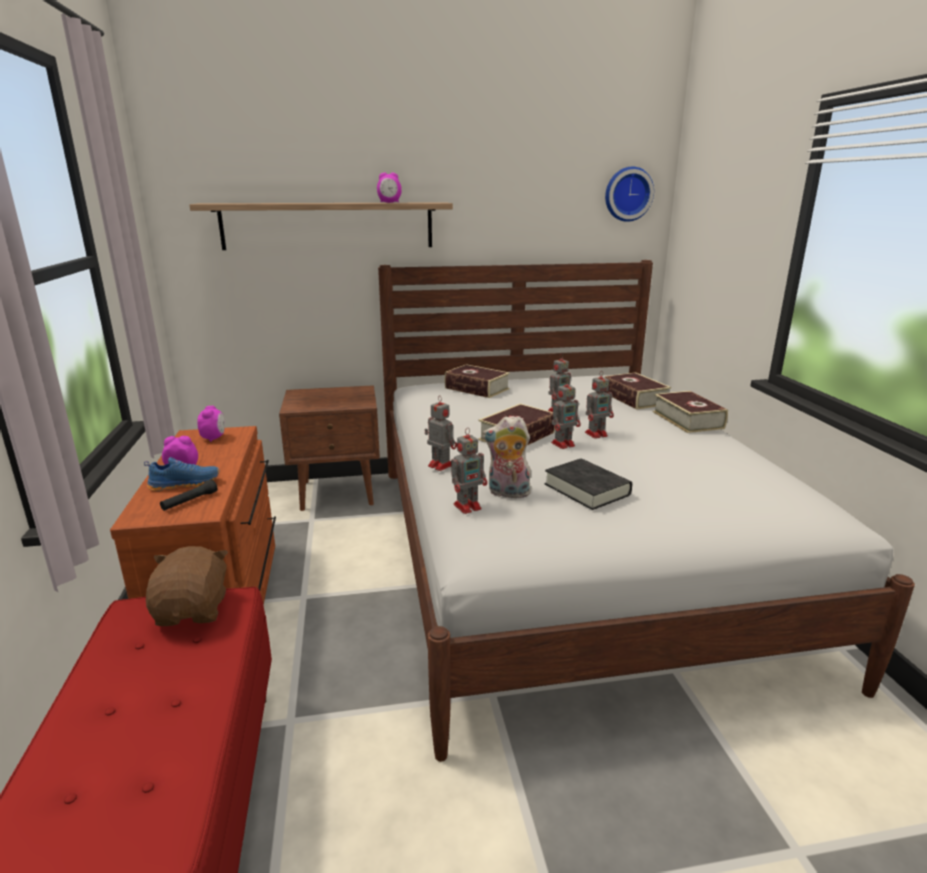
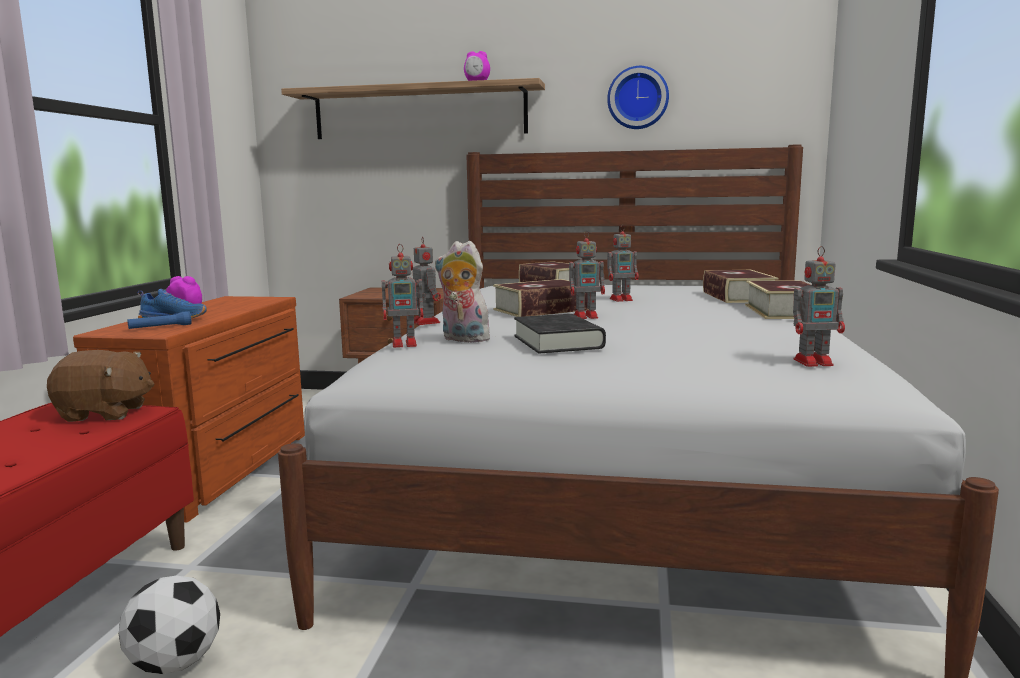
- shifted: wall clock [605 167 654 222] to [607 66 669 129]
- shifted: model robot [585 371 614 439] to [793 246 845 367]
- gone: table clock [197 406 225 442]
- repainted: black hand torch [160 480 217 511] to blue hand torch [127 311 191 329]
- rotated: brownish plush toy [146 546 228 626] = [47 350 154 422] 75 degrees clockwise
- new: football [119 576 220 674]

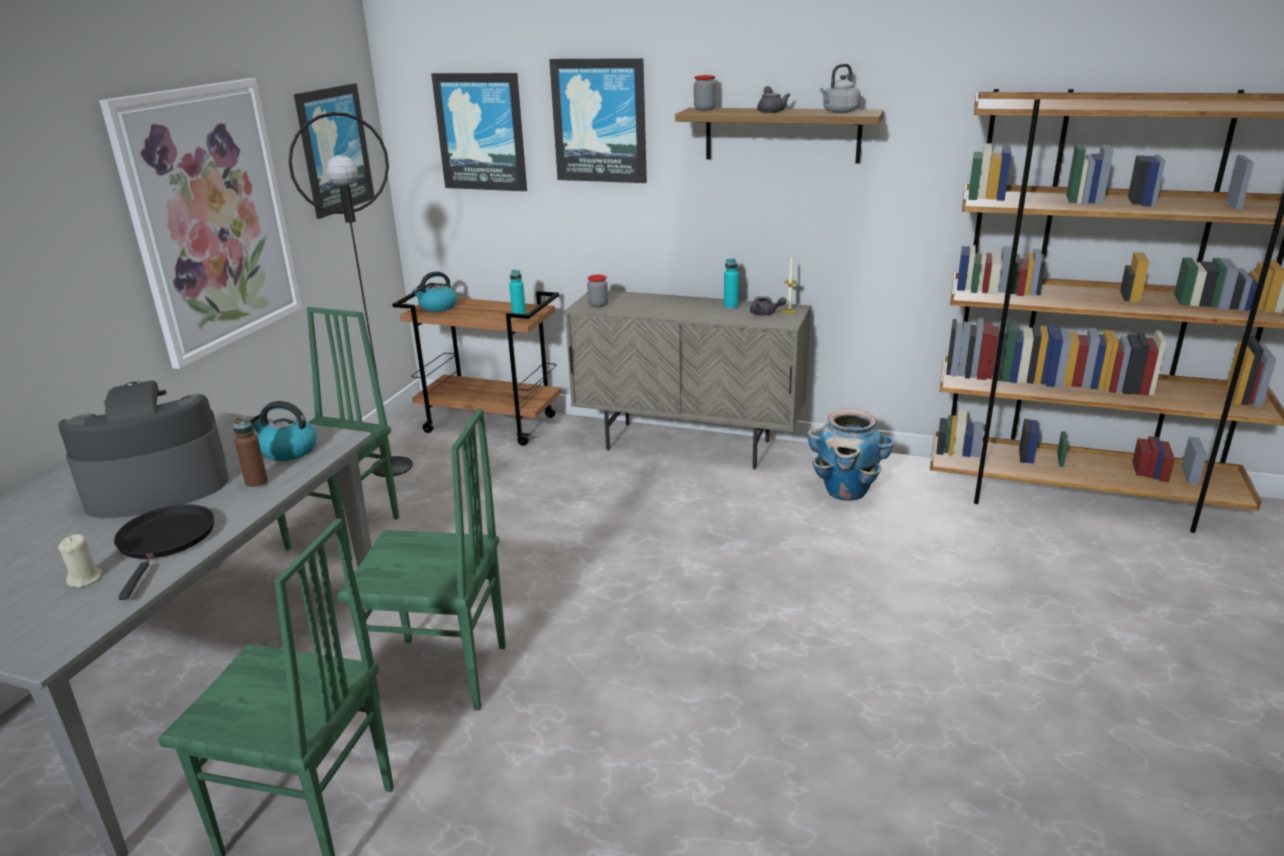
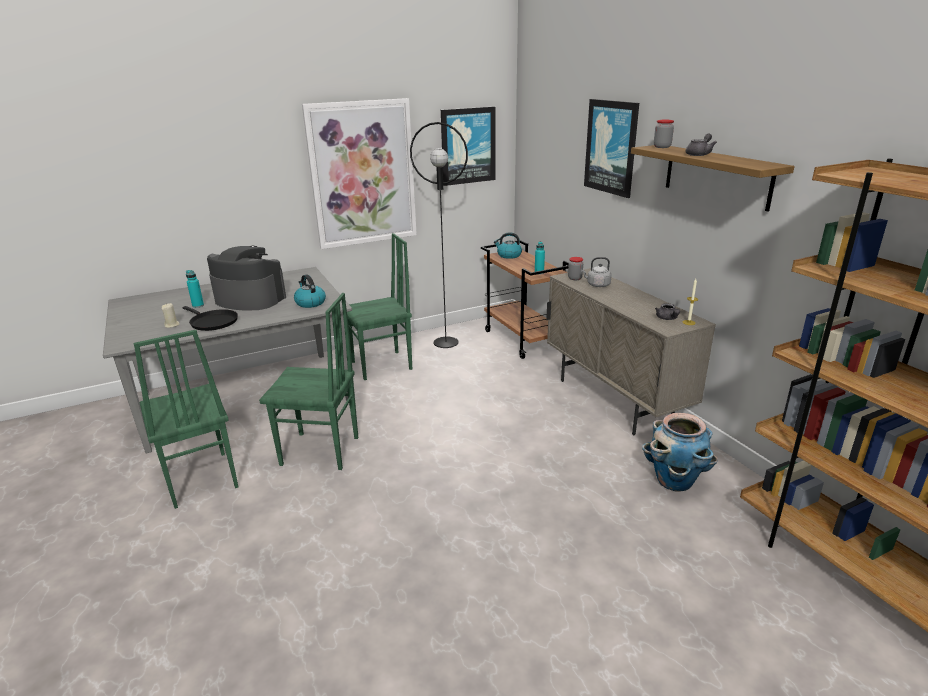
- shifted: grey water kettle [820 64 861 113] to [581 257 612 287]
- gone: picture [431 73 527 191]
- shifted: blue-green beverage bottle [724 258 739 309] to [186 270 204 308]
- rotated: green-coloured chair [337 408 506 711] = [259 293 358 470] 45 degrees counterclockwise
- gone: brownish beverage bottle [233 417 268 489]
- rotated: black skillet [114 504 214 600] = [182 306 238 331] 90 degrees clockwise

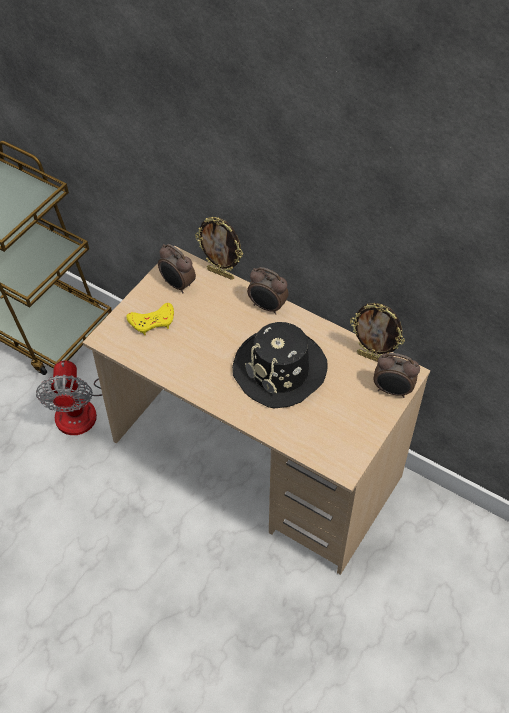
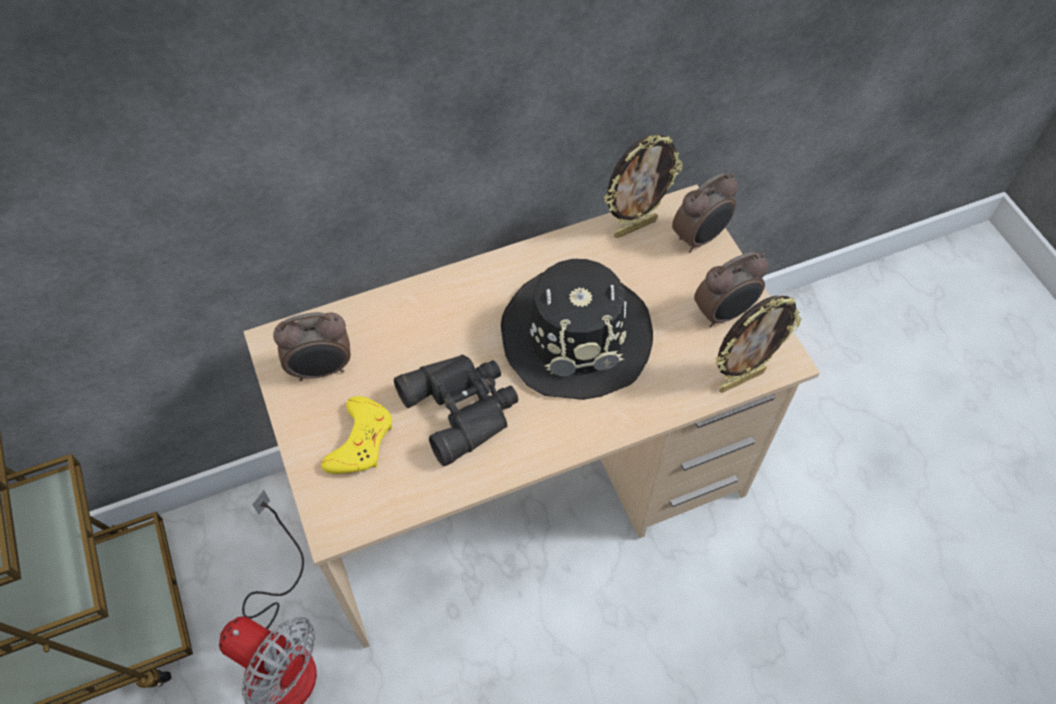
- shifted: photo frame [195 217 243 280] to [715 295 802 393]
- shifted: table clock [247 267 289 315] to [694 252 768 328]
- new: black field glasses [394 355 518 466]

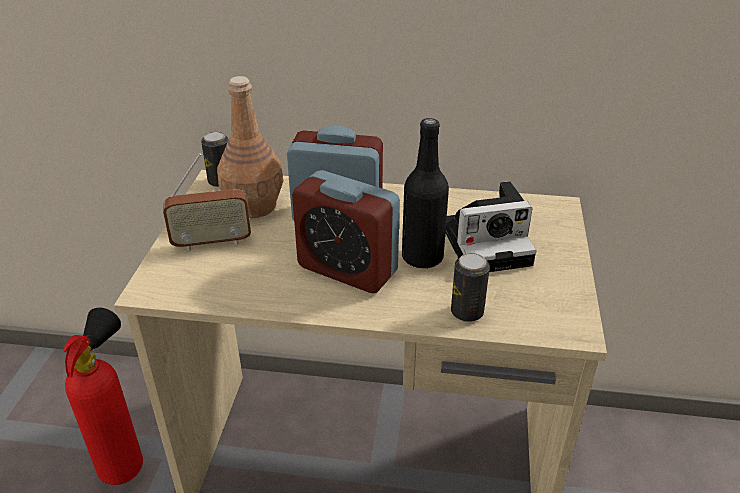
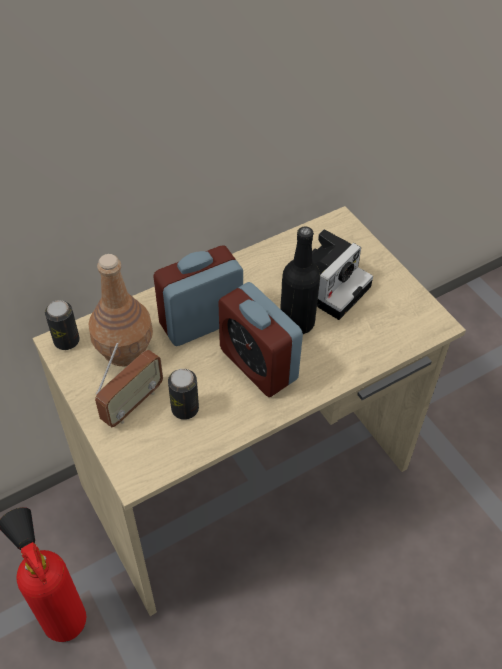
- rotated: table clock [292 170 400 293] = [218 282 303 397] 60 degrees clockwise
- shifted: can [451 253 490 322] to [168 369 199 420]

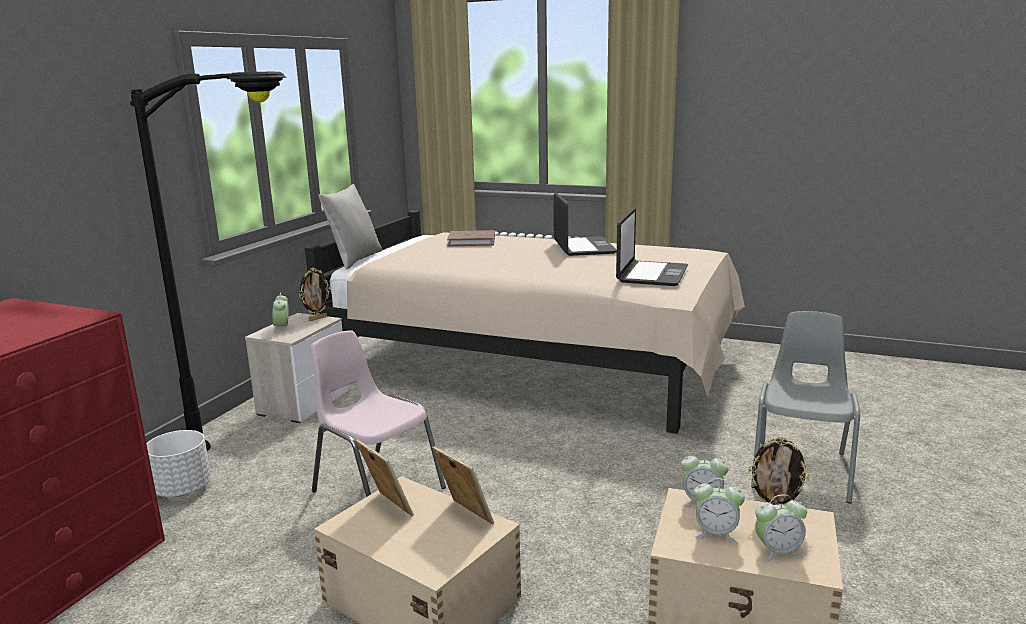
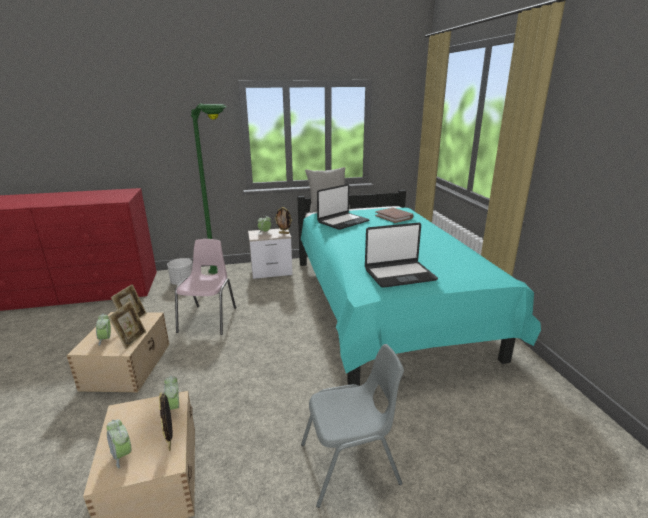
- repainted: black standing lamp [130 72 287 451] to green-coloured standing lamp [191 103 226 274]
- shifted: notebook computer [553 192 617 256] to [317 184 370 230]
- repainted: beige-coloured bed [305 210 745 434] to blue-green bed [297 190 541 386]
- shifted: table clock [693 478 745 543] to [96 314 111 346]

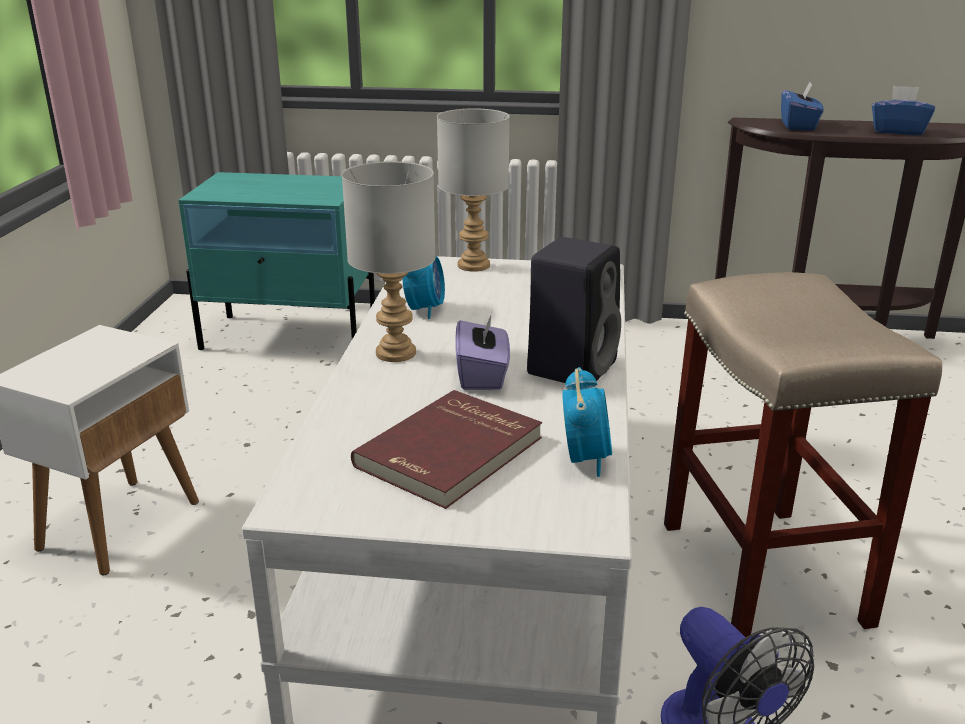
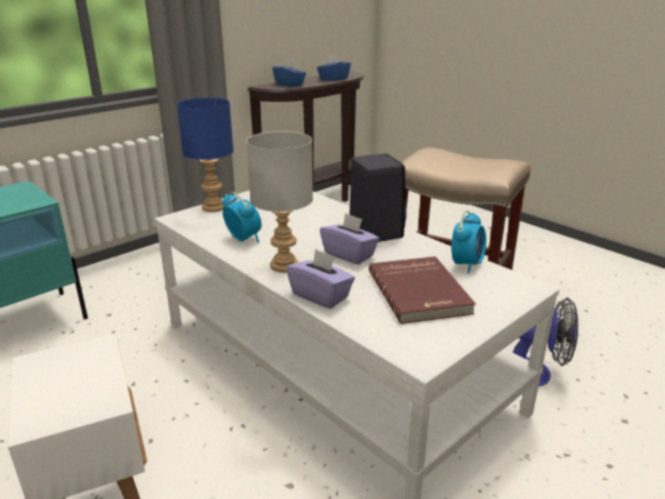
- repainted: grey lamp for a table [437 108 510 271] to blue lamp for a table [177 97 234 212]
- rotated: table clock [562 367 612 477] = [451 211 486 274] 75 degrees clockwise
- new: purple box of tissues [286 249 355 309]

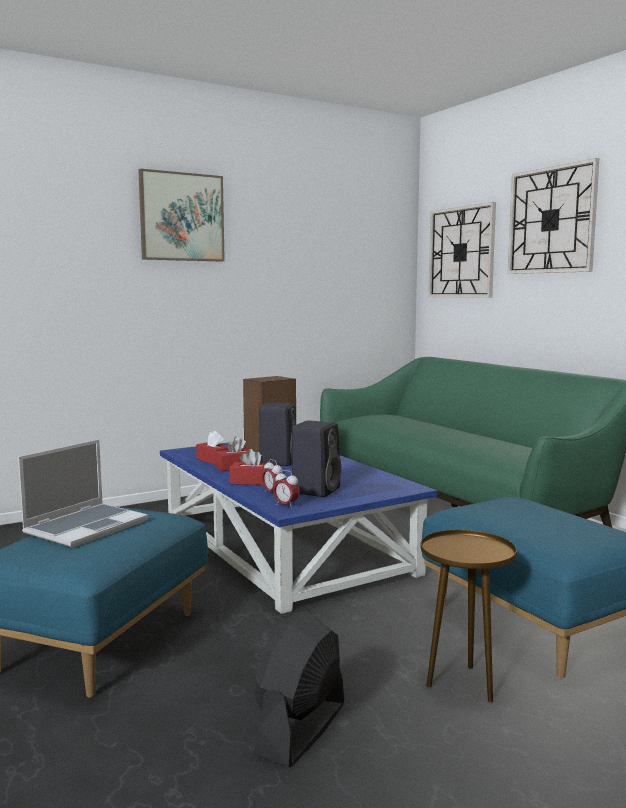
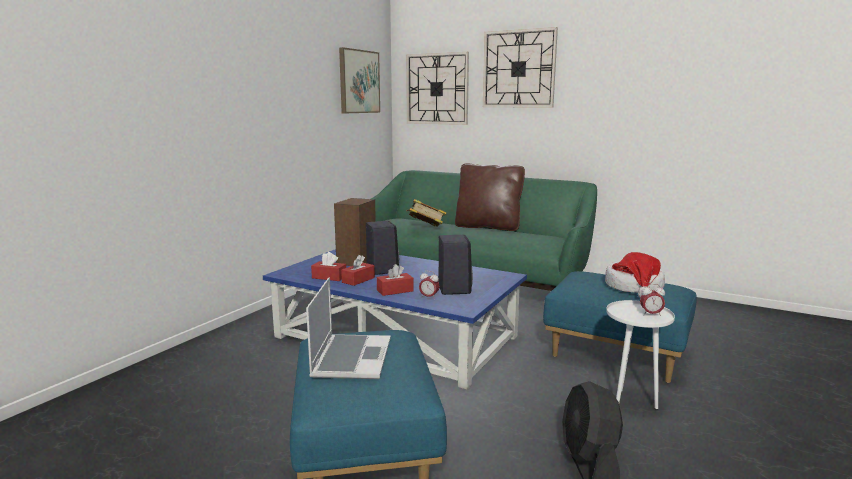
- shifted: picture [138 169 225 261] to [339 47 380 113]
- shifted: table clock [273 470 300 509] to [640 284 665 316]
- repainted: brownish end table [421 530 517 702] to white end table [606 300 675 410]
- new: brownish cushion [455 163 525 231]
- new: volume [406 199 447 227]
- new: hat [605 252 665 298]

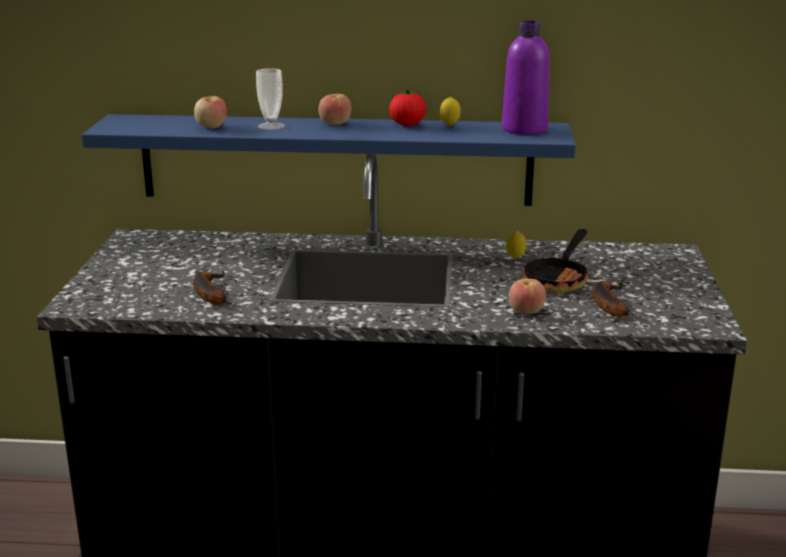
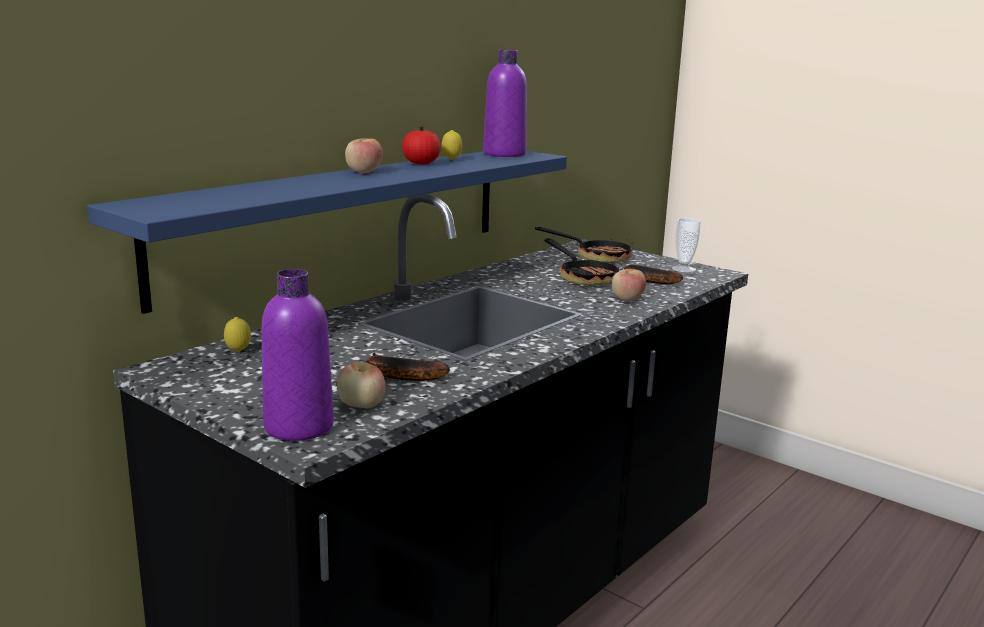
- shifted: cup [256 68 285 130] to [672 218 700 272]
- shifted: apple [194 96 227 129] to [337 361 385 408]
- shifted: lemon [506 231 526 259] to [224 317 251 353]
- new: skillet [535 227 634 263]
- new: purple beverage bottle [261 269 334 441]

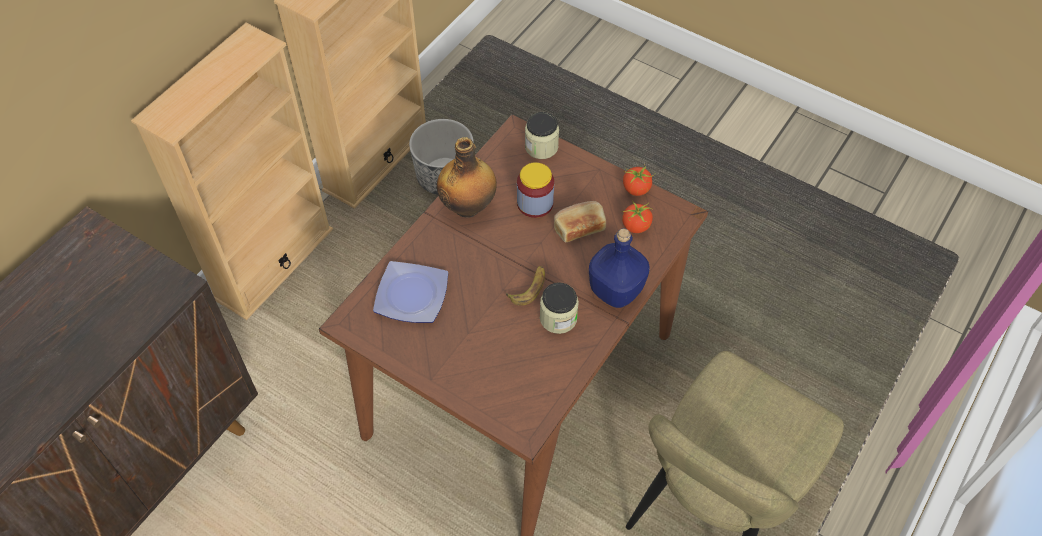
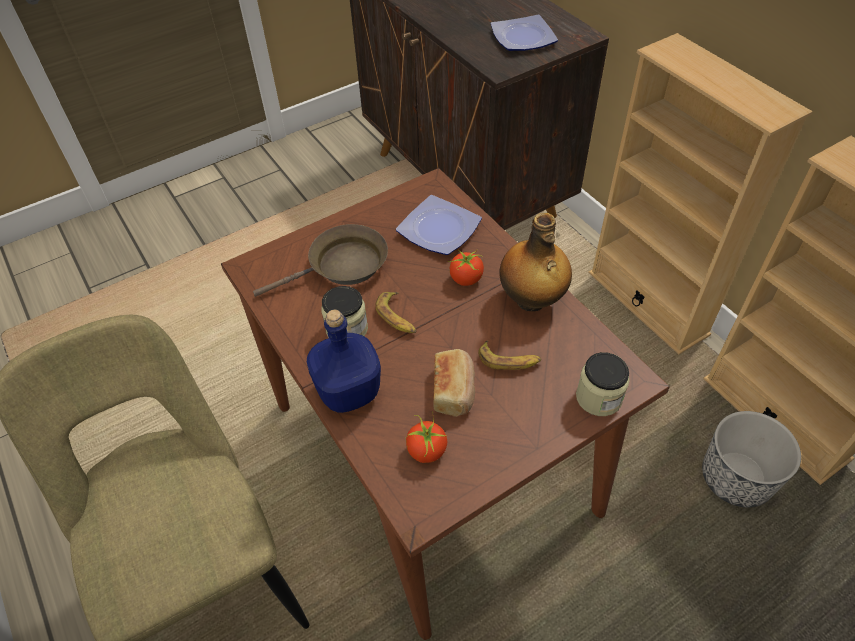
- swapped: storage jar [517 162 554 218] to banana [478 340 542 370]
- shifted: whole tomato [623 164 655 196] to [448 250 484 286]
- new: plate [491 15 558 51]
- new: brownish skillet [253 224 388 297]

